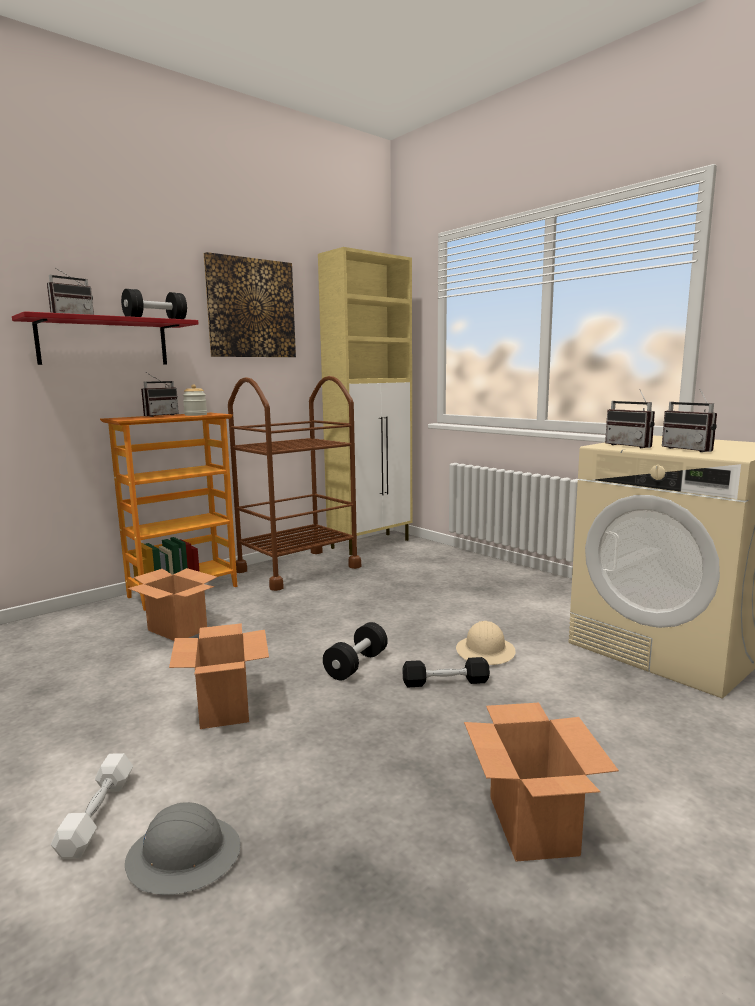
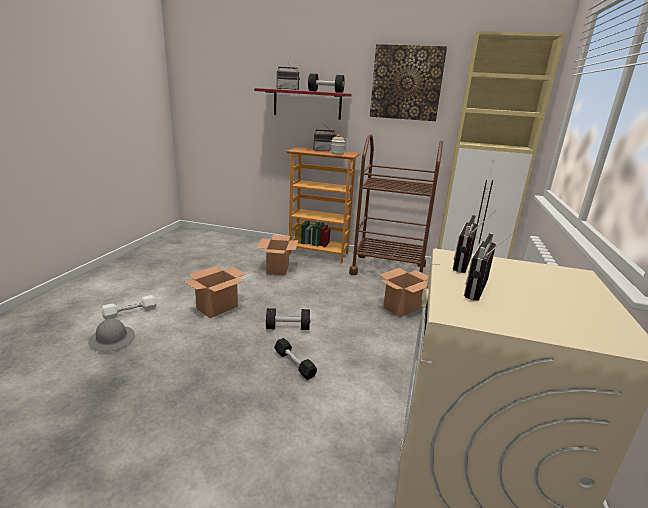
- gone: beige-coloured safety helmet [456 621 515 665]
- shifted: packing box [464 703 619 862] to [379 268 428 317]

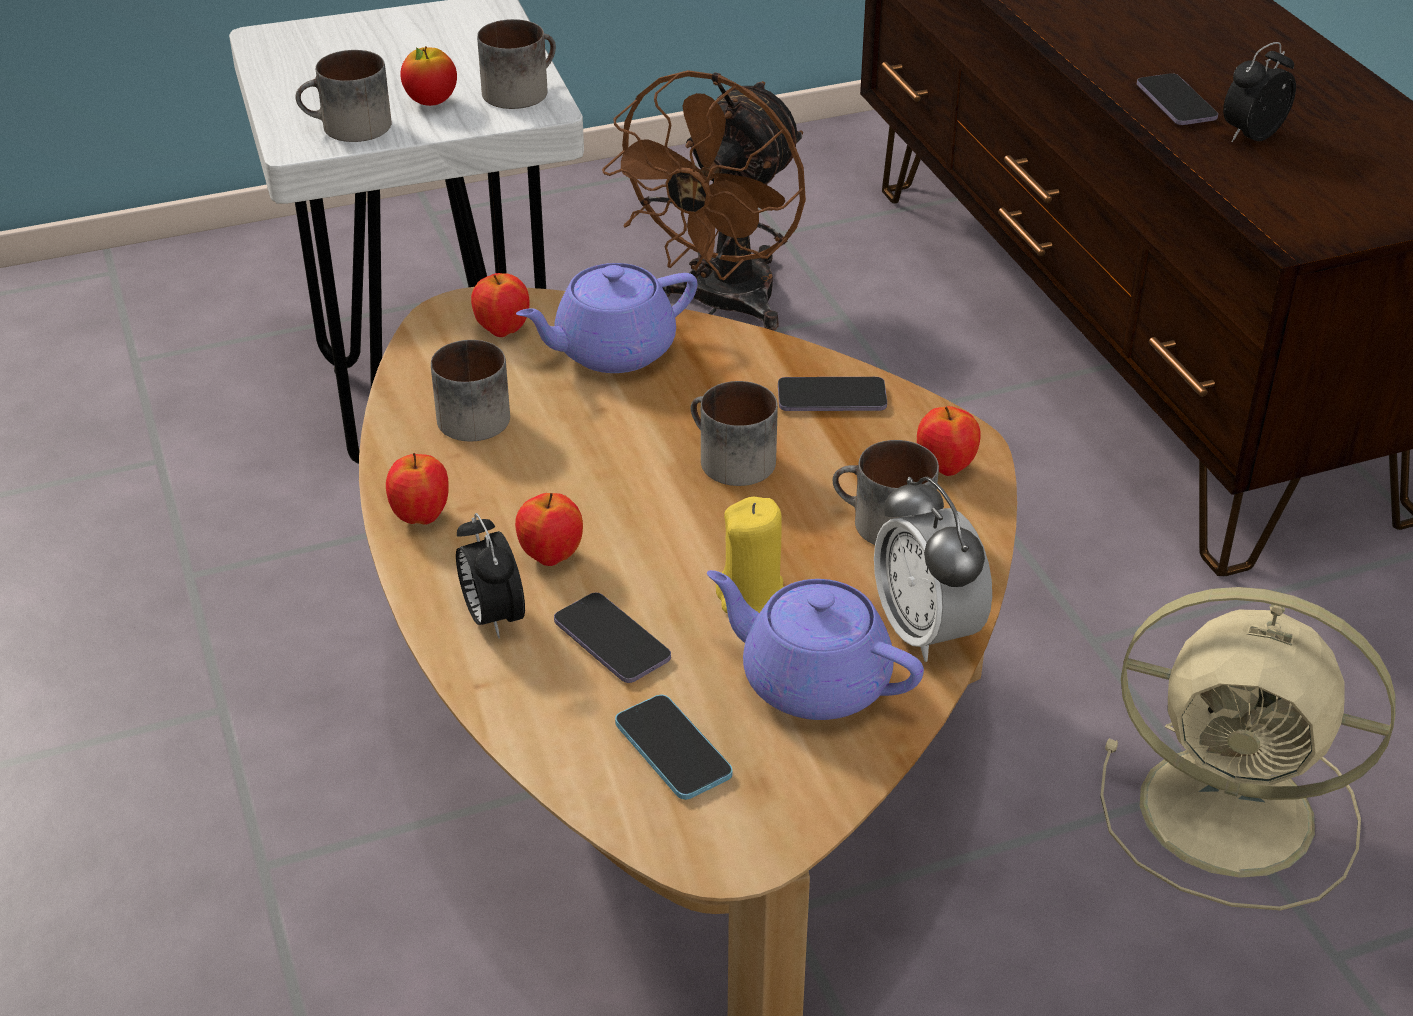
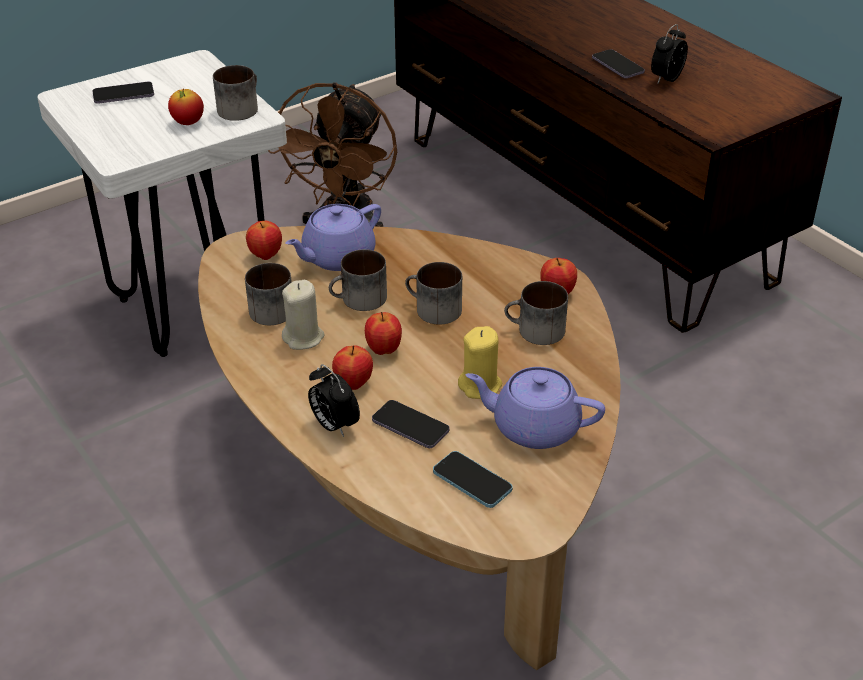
- shifted: tea mug [296 50 391 142] to [329 249 387 311]
- shifted: handset [778 377 887 411] to [92 82 154 104]
- shifted: apple [386 453 449 525] to [365 312 402 355]
- gone: table clock [874 476 992 662]
- gone: beige-coloured electric fan [1100 587 1396 911]
- new: beige-coloured candle [282 280 325 350]

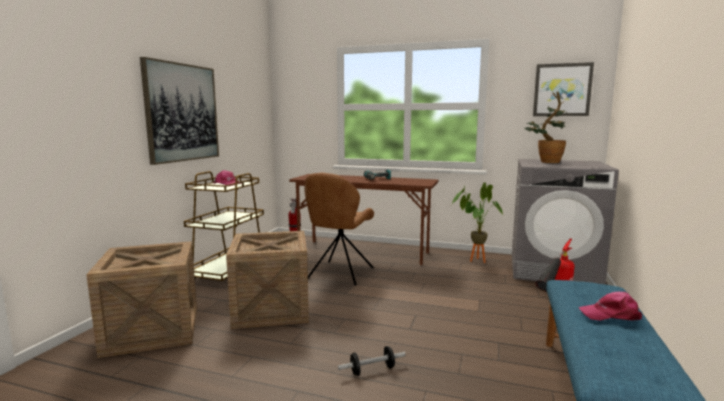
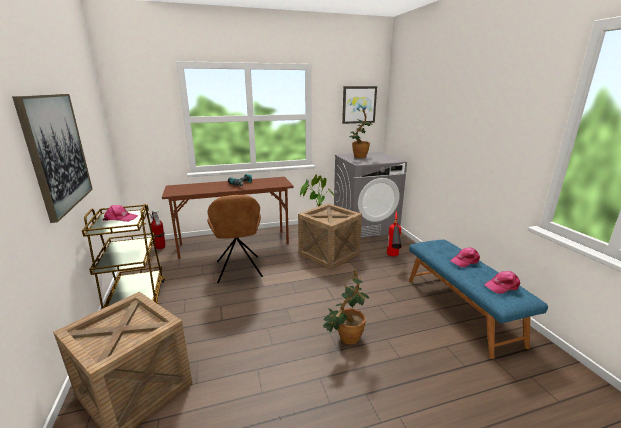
- shifted: shipping crate [226 231 309 329] to [298 203 362 270]
- swapped: free weight [338 346 406 376] to potted plant [323 269 369 345]
- new: pinkish baseball cap [484 271 520 294]

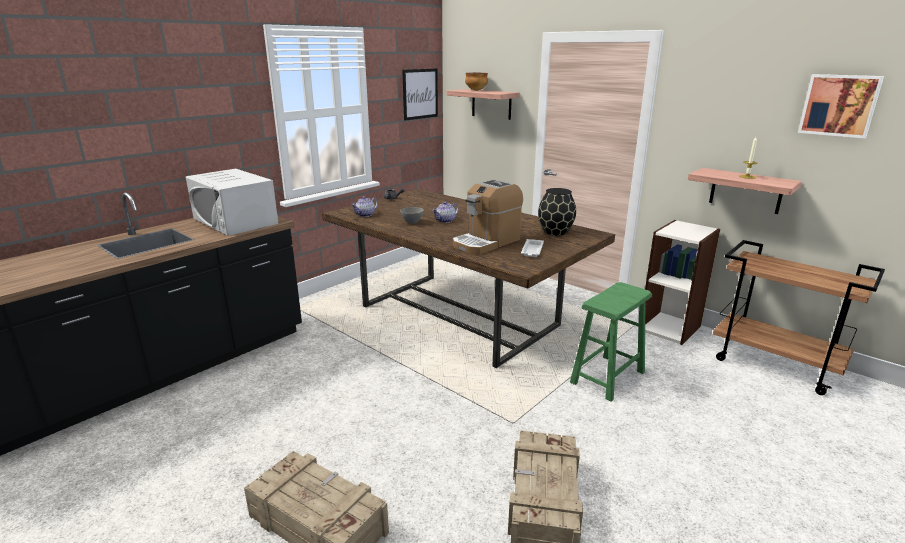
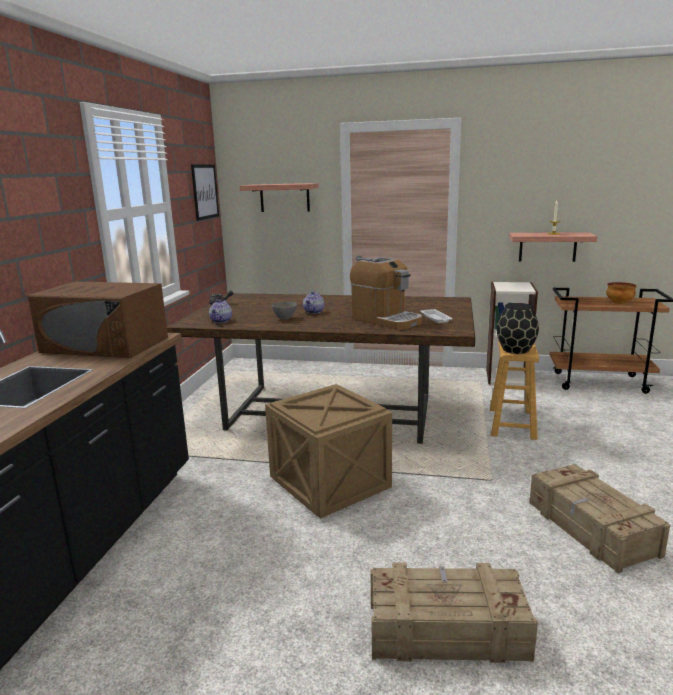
- shifted: bowl [465 73 488 91] to [606 282 636 304]
- gone: picture [798 74 884 139]
- repainted: white kitchen microwave [186 169 278 236] to brownish kitchen microwave [28 282 168 358]
- rotated: coffee machine [453 179 523 254] = [350 257 422 330] 60 degrees counterclockwise
- shifted: black decorative vase [538 188 576 236] to [496 303 539 354]
- repainted: green-coloured stool seat [570 282 652 402] to brownish stool seat [490 339 539 440]
- new: shipping crate [265 384 392 519]

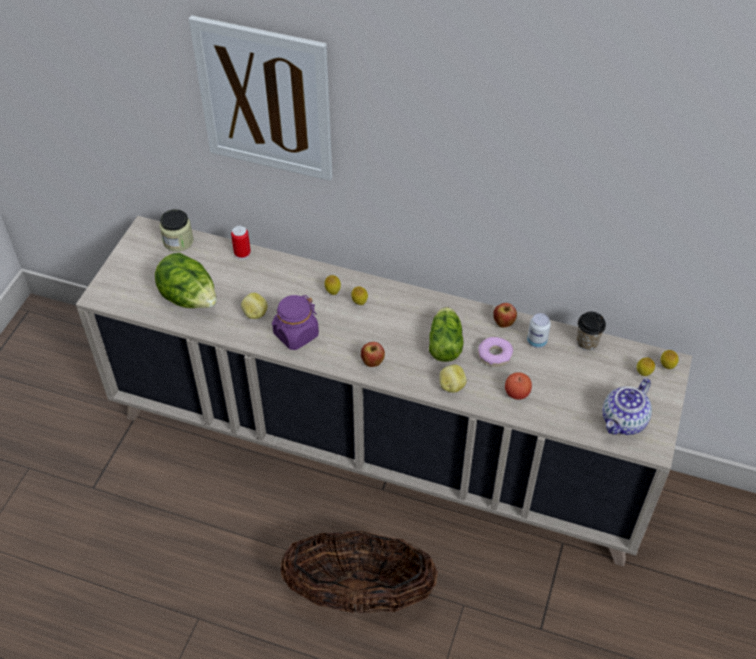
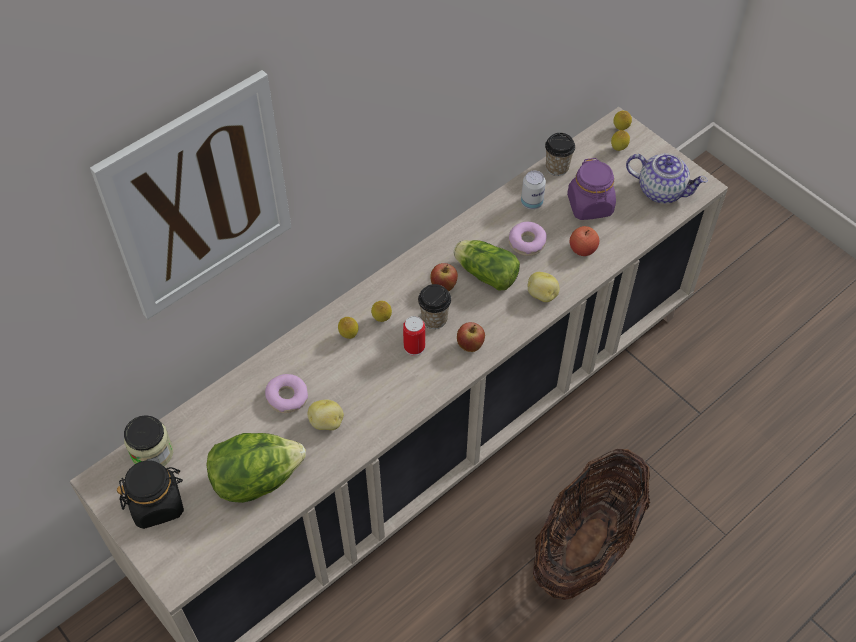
- shifted: can [231 226 251 259] to [403 316 425 356]
- shifted: purple storage jar [272 295 319 350] to [567 158 616 220]
- shifted: apple [493 303 517 328] to [431 263 458 291]
- rotated: teapot [603 378 652 435] = [626 153 708 203] 45 degrees counterclockwise
- new: cup [418 284 451 329]
- new: donut [265 374 308 413]
- new: black storage jar [117 460 184 529]

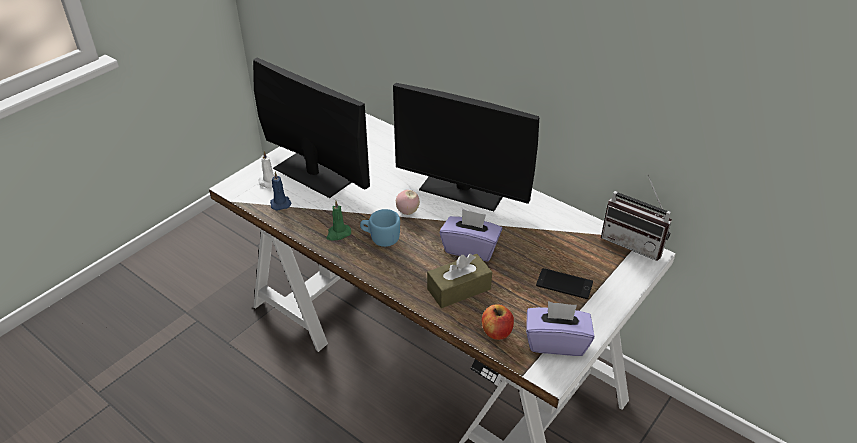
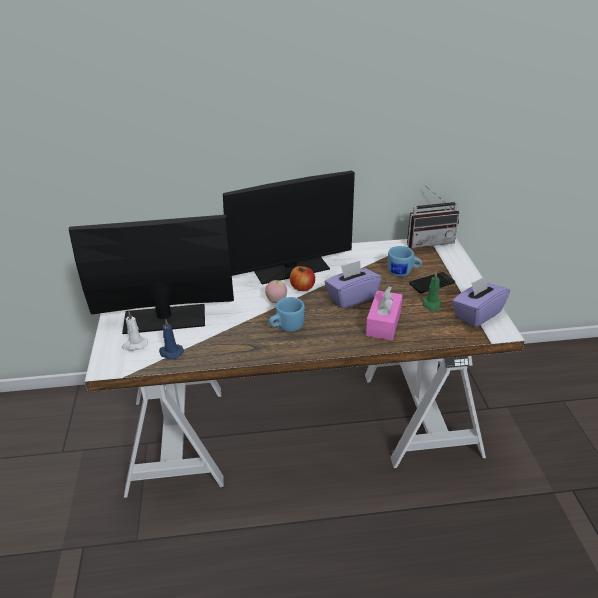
- shifted: green-coloured candle [326 201 351 241] to [422 272 442 311]
- repainted: brownish box of tissues [427 254 492 308] to pinkish box of tissues [366 287 403 340]
- shifted: apple [482 304 514 340] to [290 266 315 291]
- new: blue tea mug [388 246 422 277]

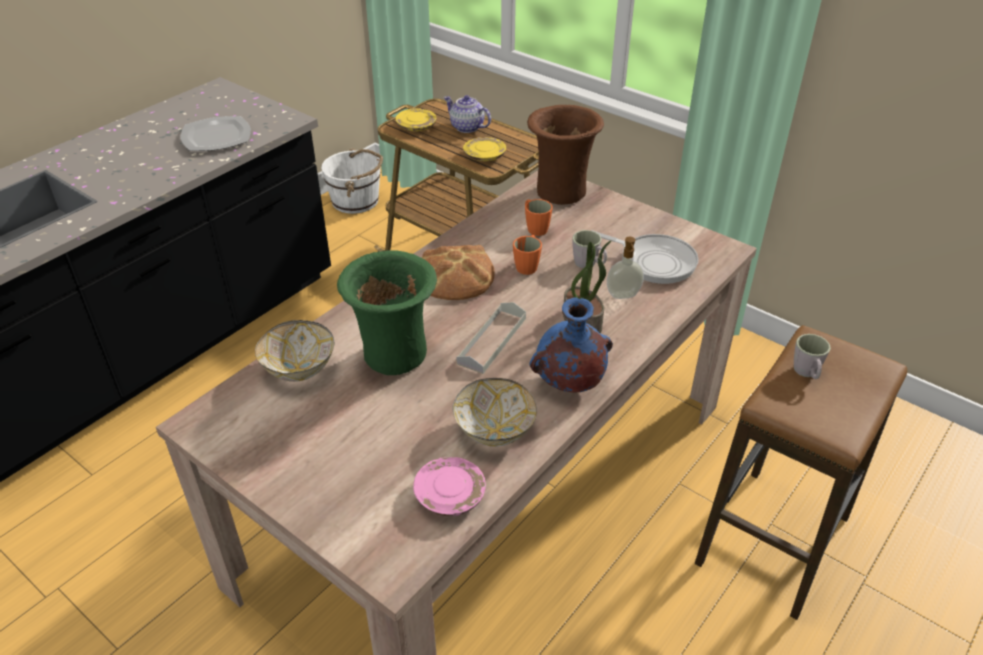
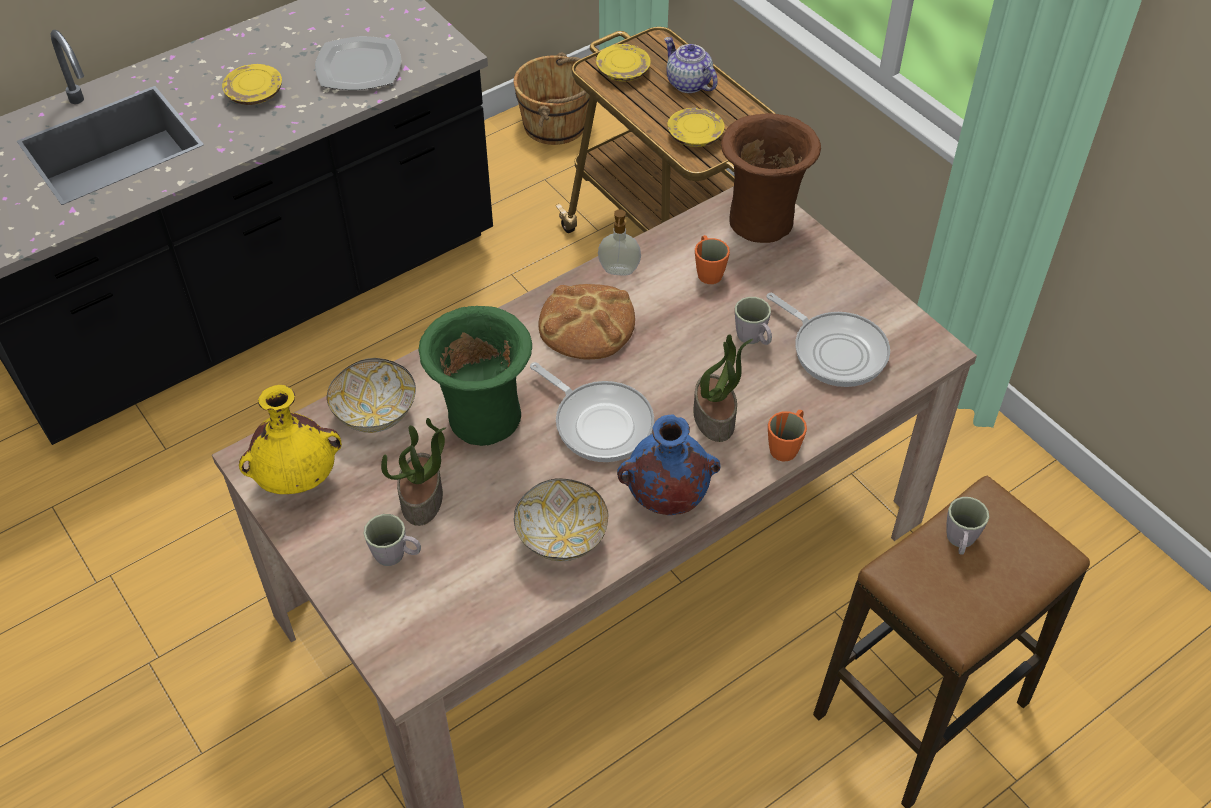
- repainted: white pail [321 148 383 214] to brownish pail [514 52 590 145]
- shifted: orangey tea mug [513 235 542 275] to [768 410 807 461]
- shifted: soap dispenser [607 237 644 299] to [598 209 641 275]
- swapped: grey carrying tray [456 302 526 374] to skillet [530 362 654 462]
- gone: pinkish plate [413 457 486 516]
- new: yellow-coloured plate [222 64 282 105]
- new: yellow-coloured decorative vase [239 385 342 494]
- new: potted plant [381 418 446 526]
- new: grey tea mug [363 514 421 566]

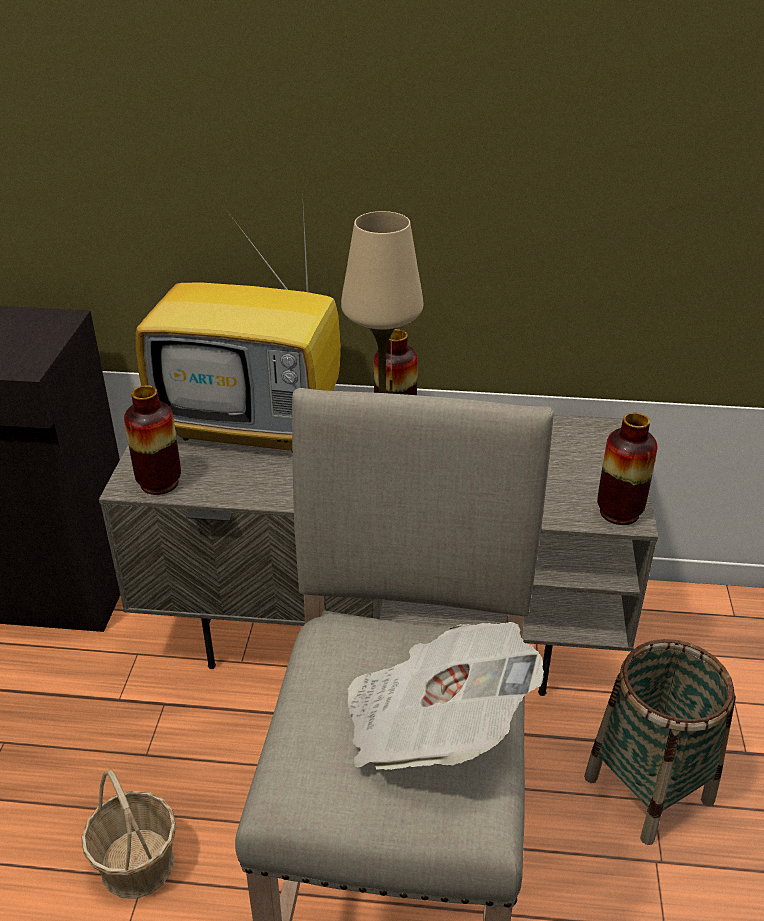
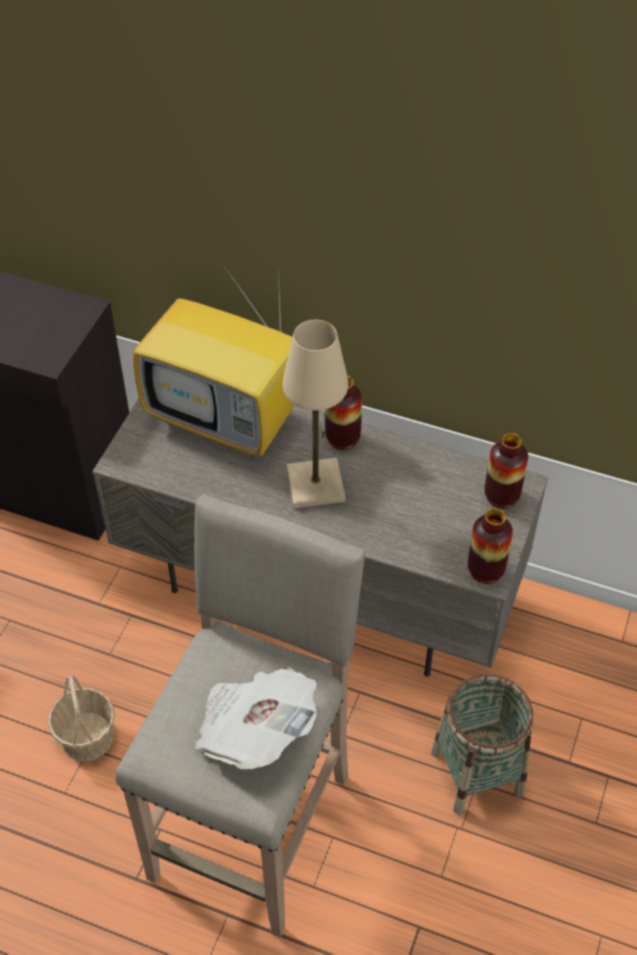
- shifted: decorative vase [124 385 181 495] to [484 433 528 509]

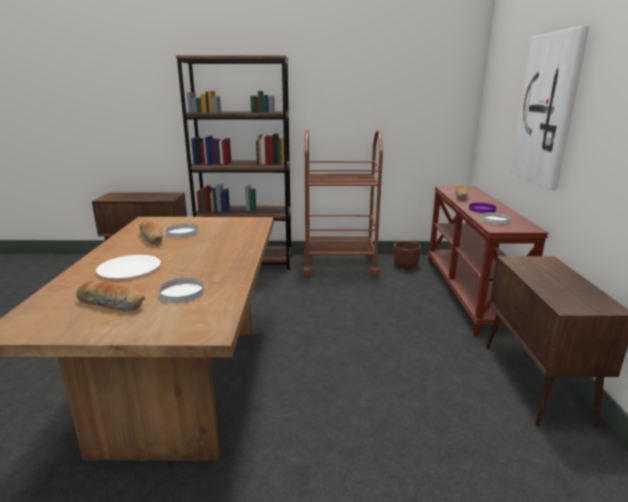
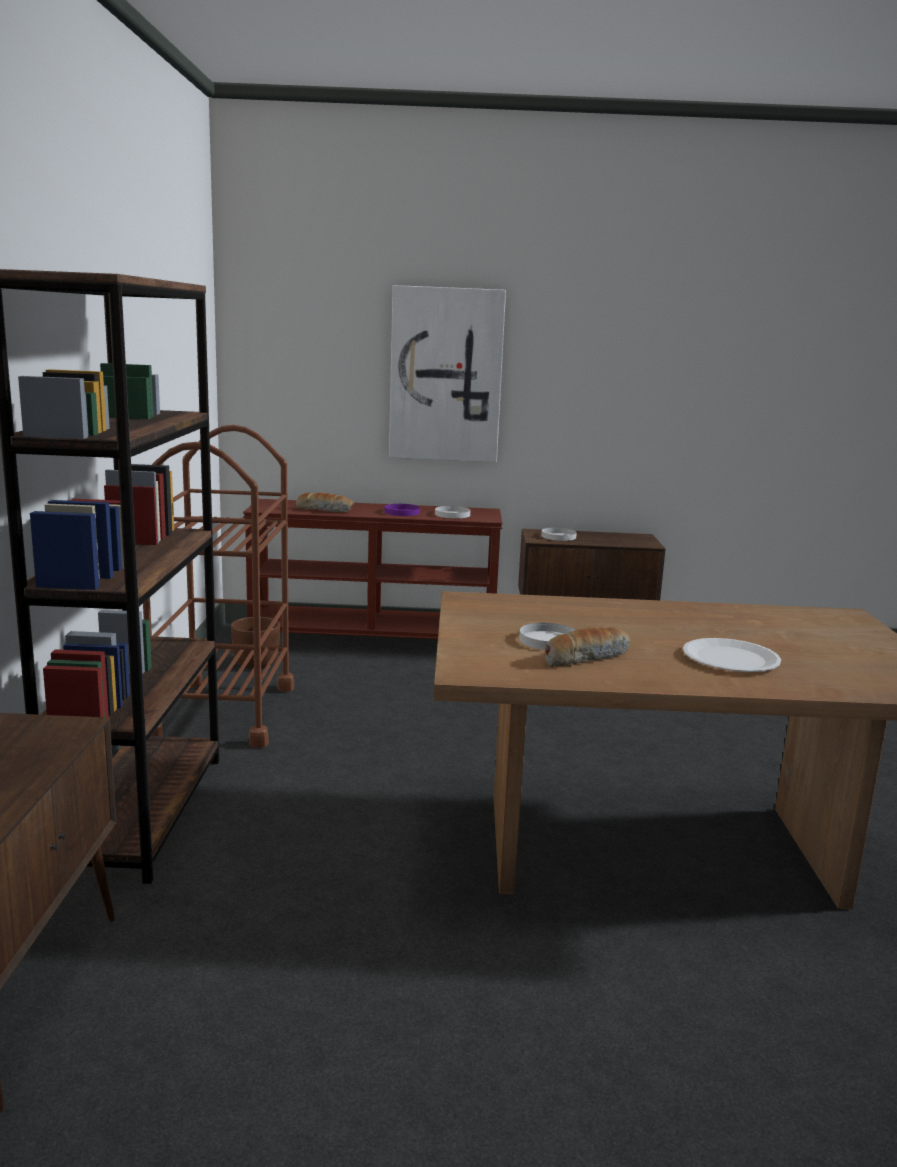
- shifted: white plate [159 278 204 303] to [541 528 577 541]
- gone: bread [76 281 145 311]

